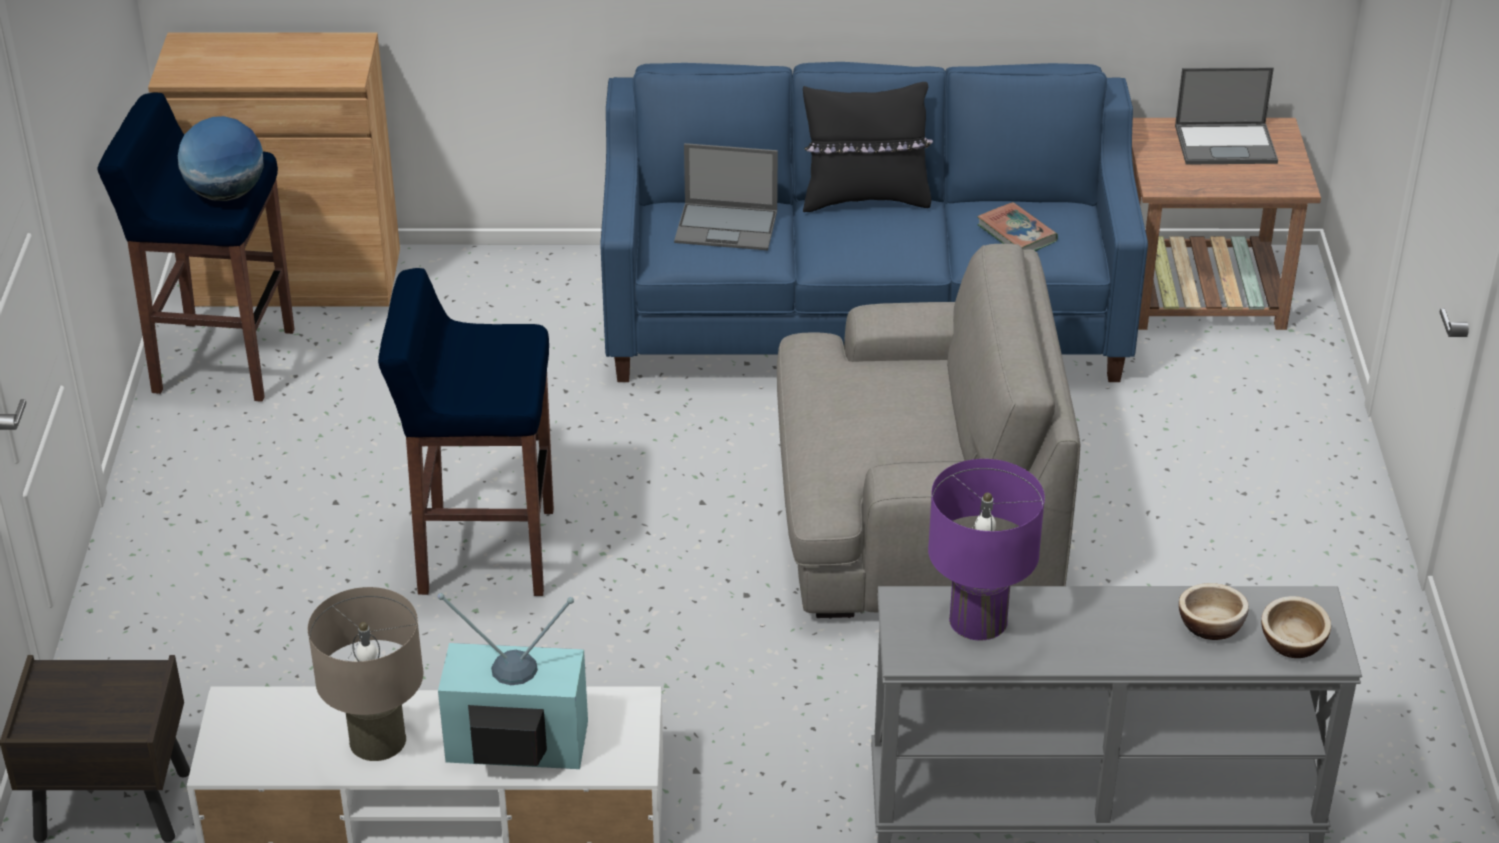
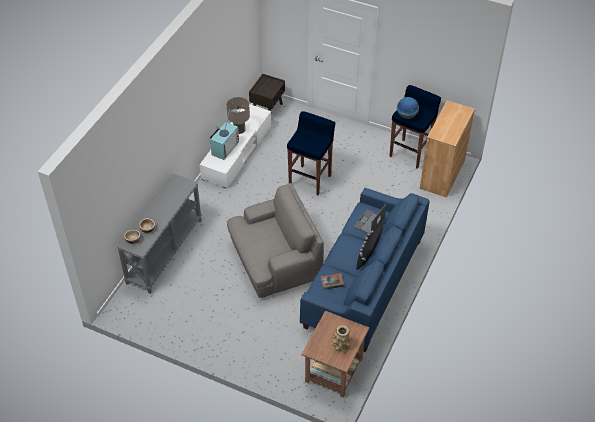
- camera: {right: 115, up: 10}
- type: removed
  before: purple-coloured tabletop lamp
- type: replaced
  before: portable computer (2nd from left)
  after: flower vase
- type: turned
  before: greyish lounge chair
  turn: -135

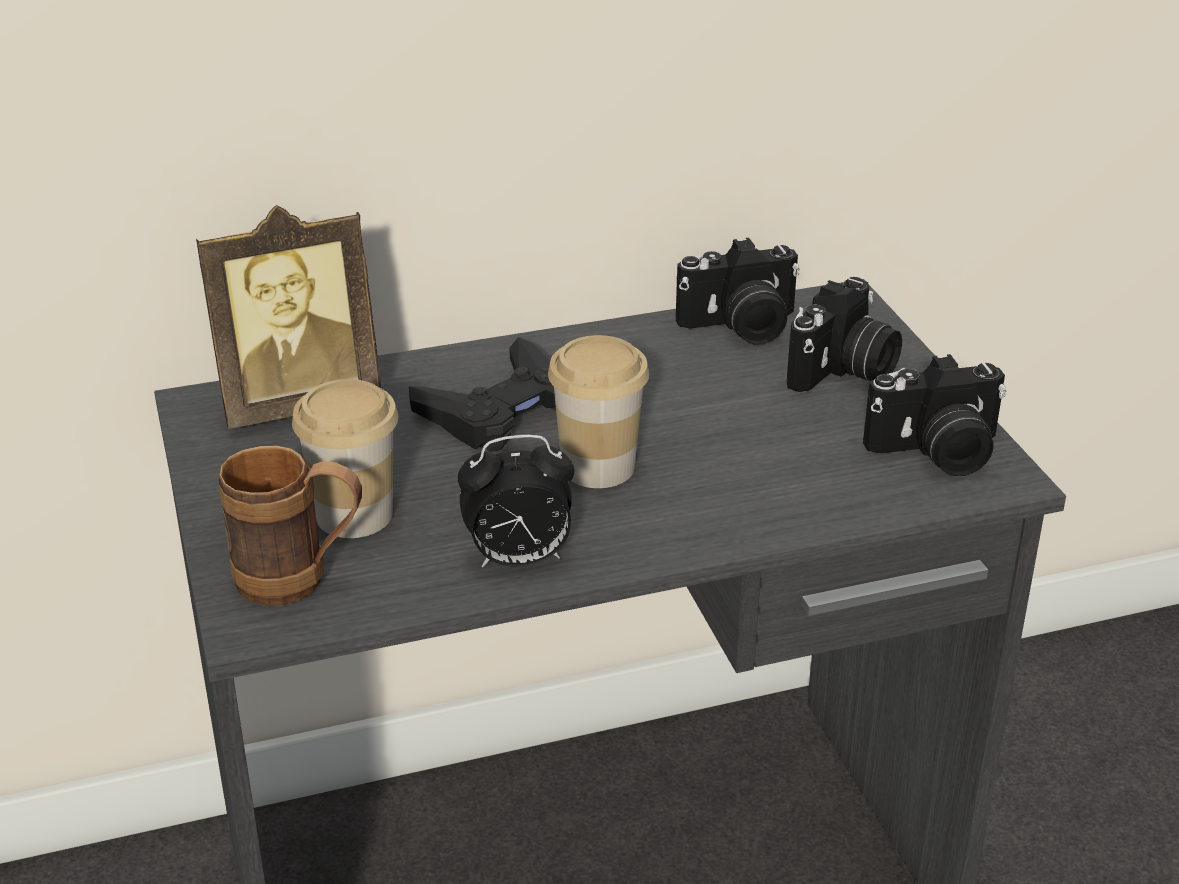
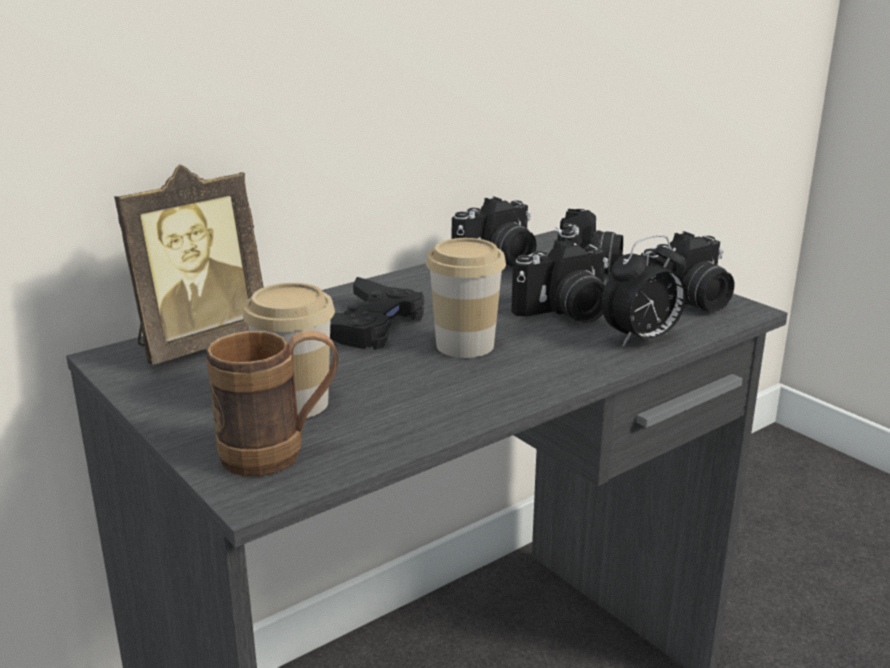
- camera: {right: -20, up: -10}
- type: added
  after: photo camera (2nd from left)
- type: moved
  before: bedside clock

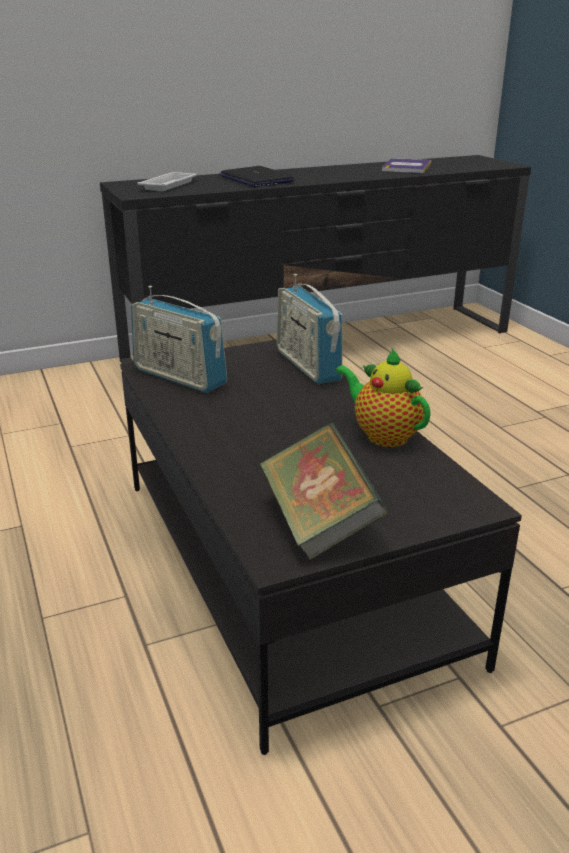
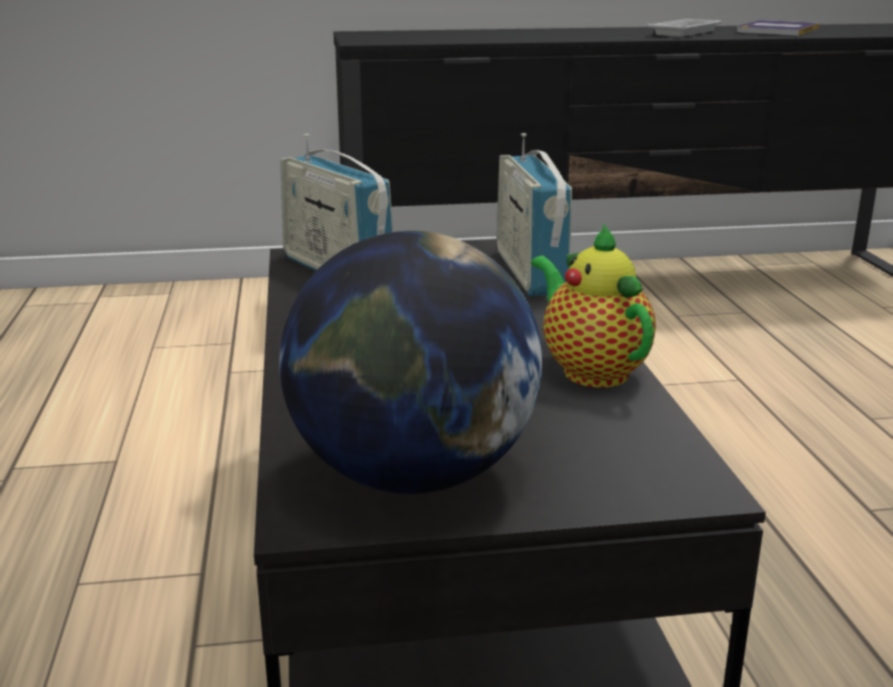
- camera: {right: 15, up: -5}
- type: removed
  before: portable computer
- type: moved
  before: white-coloured tray
- type: replaced
  before: book (1st from left)
  after: world globe

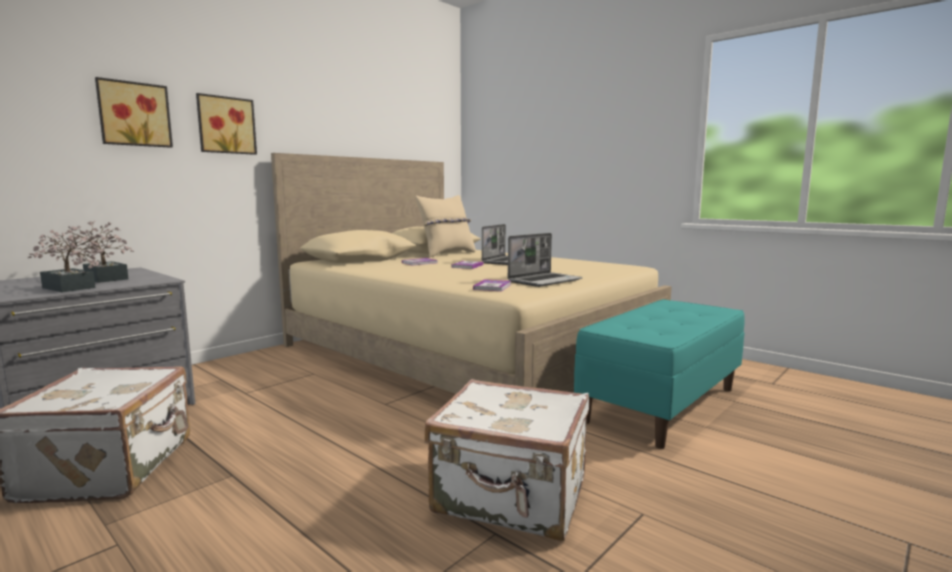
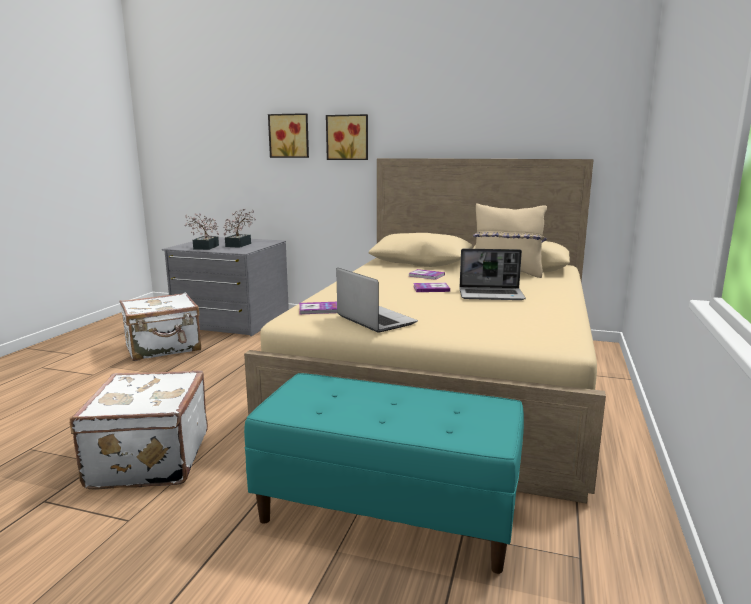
- camera: {right: 65, up: 5}
- type: turned
  before: portable computer (2nd from left in the first image)
  turn: -150

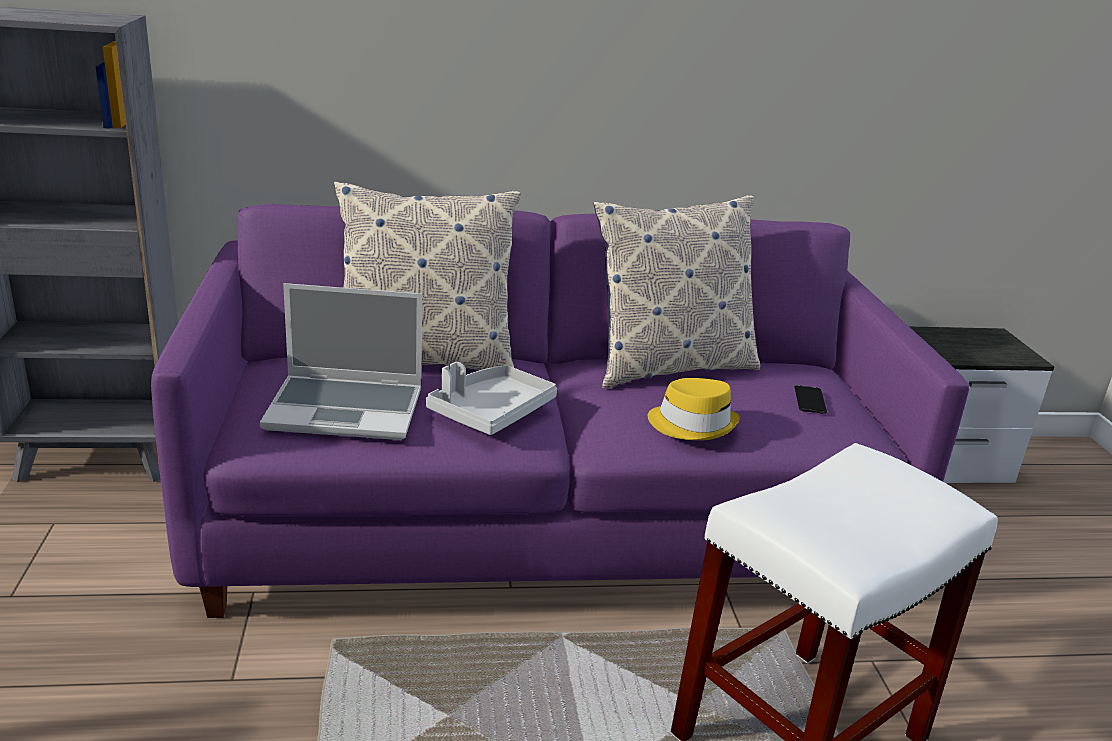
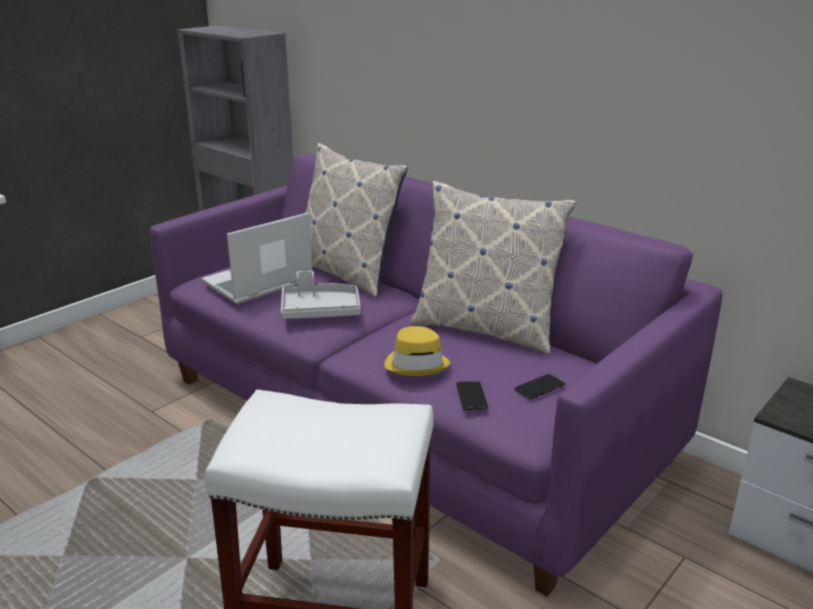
- camera: {right: 50, up: 0}
- type: added
  after: phone (1st from left)
- type: turned
  before: portable computer
  turn: 90

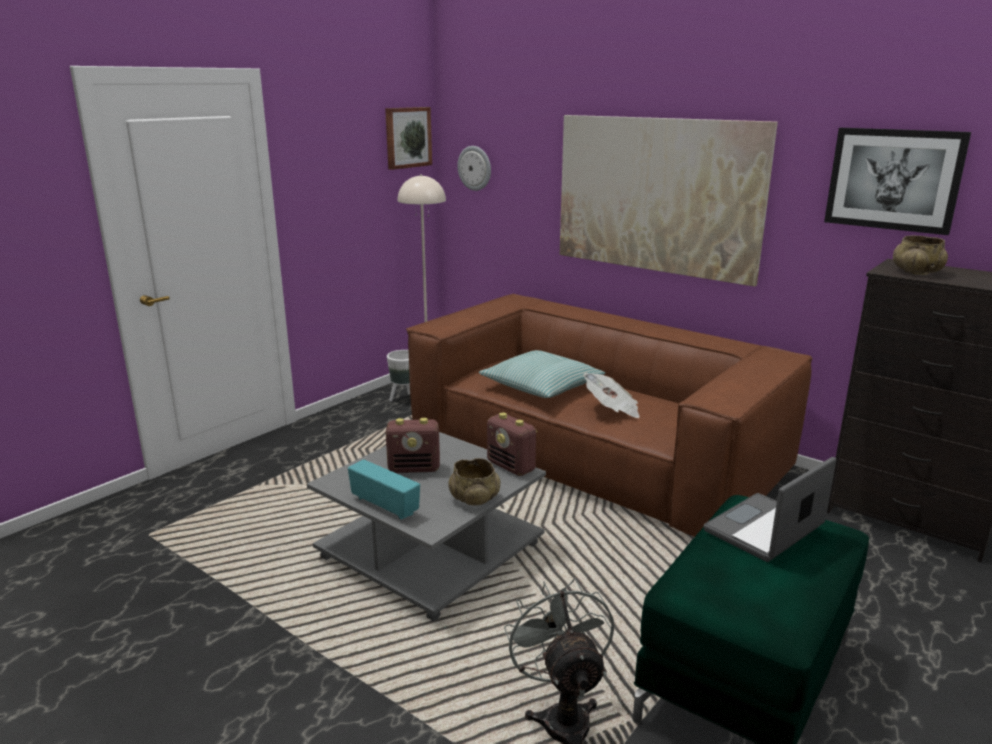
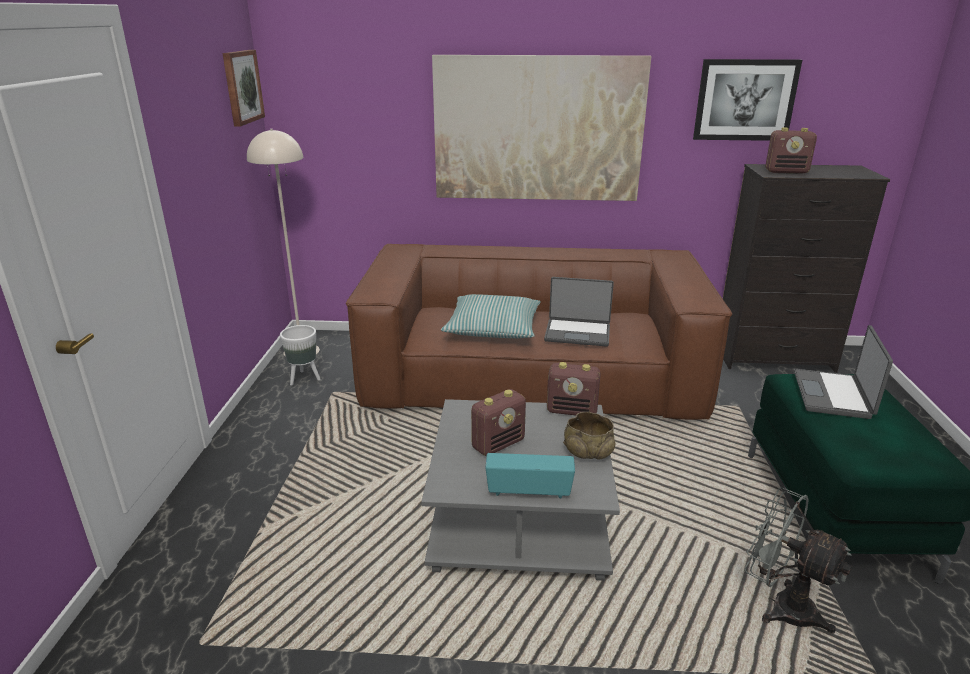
- camera: {right: -35, up: 5}
- type: removed
  before: wall clock
- type: replaced
  before: printed paper
  after: portable computer (1st from left)
- type: replaced
  before: sand-coloured bowl (2nd from left)
  after: radio (4th from left)

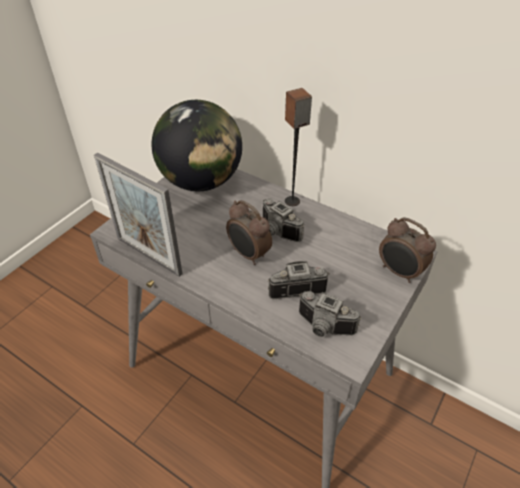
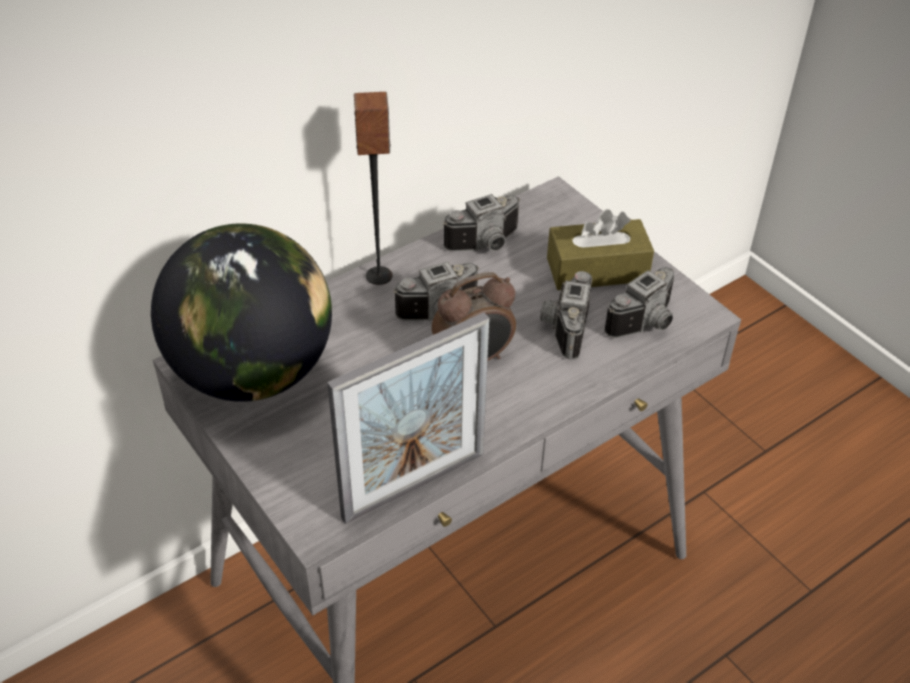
- camera: {right: -70, up: 0}
- type: removed
  before: bedside clock (2nd from left)
- type: added
  after: photo camera (2nd from left)
- type: added
  after: brown-coloured box of tissues

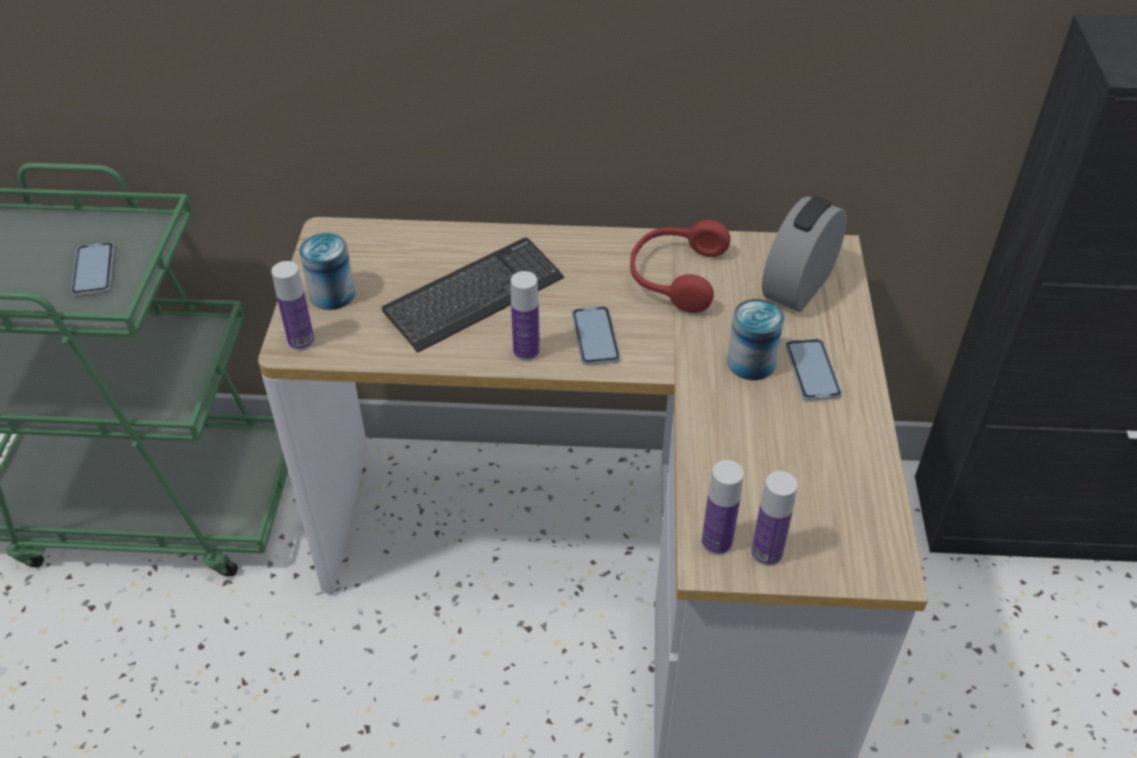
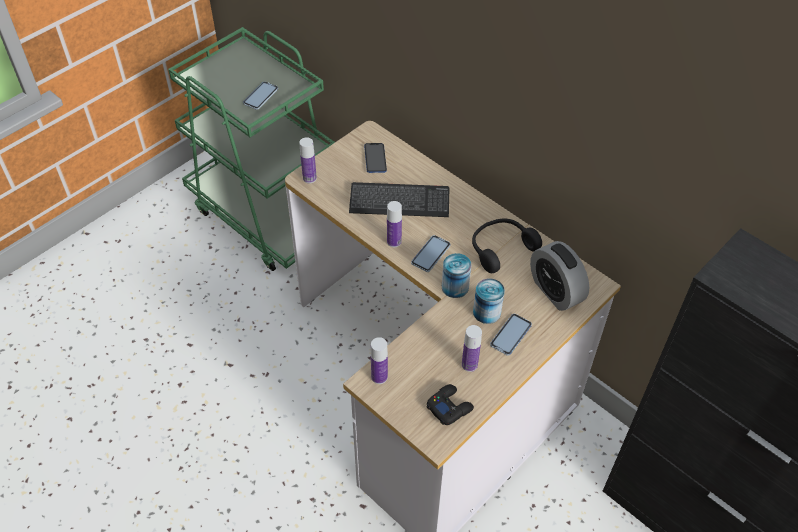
- camera: {right: 40, up: 5}
- type: added
  after: phone (2nd from left)
- type: added
  after: black-coloured joypad
- type: moved
  before: sealed can (1st from left)
- type: moved
  before: bottle (4th from left)
- type: recoloured
  before: reddish headphones
  after: black-coloured headphones
- type: turned
  before: bedside clock
  turn: -105

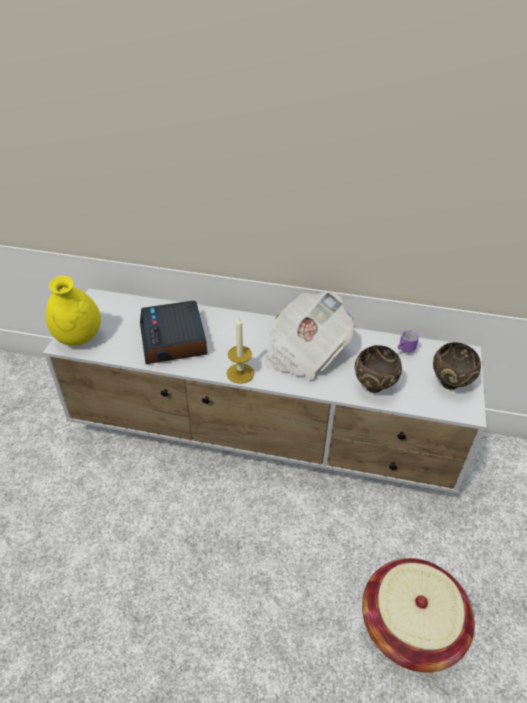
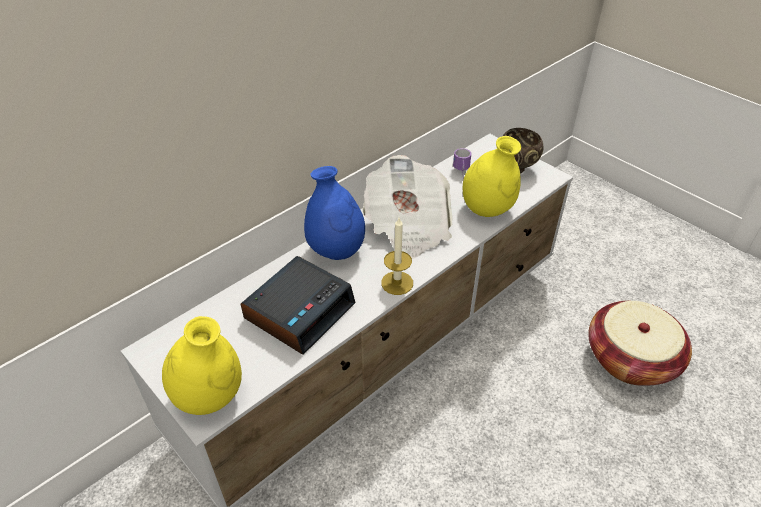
- camera: {right: -55, up: 0}
- type: added
  after: blue-coloured flower vase
- type: replaced
  before: brown-coloured bowl (1st from left)
  after: yellow-coloured flower vase (2nd from left)
- type: turned
  before: bedside clock
  turn: -75

